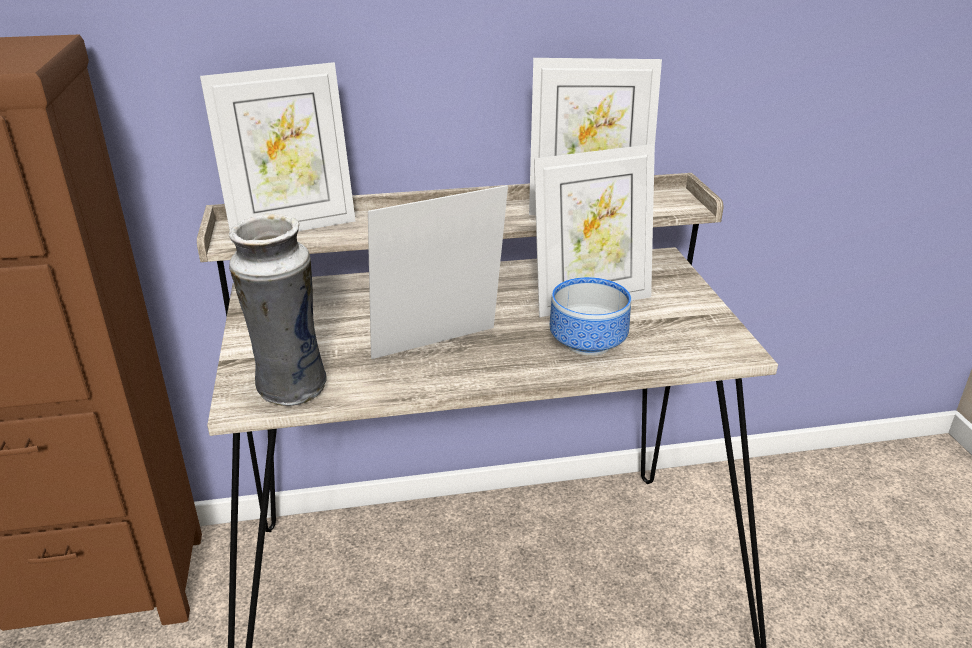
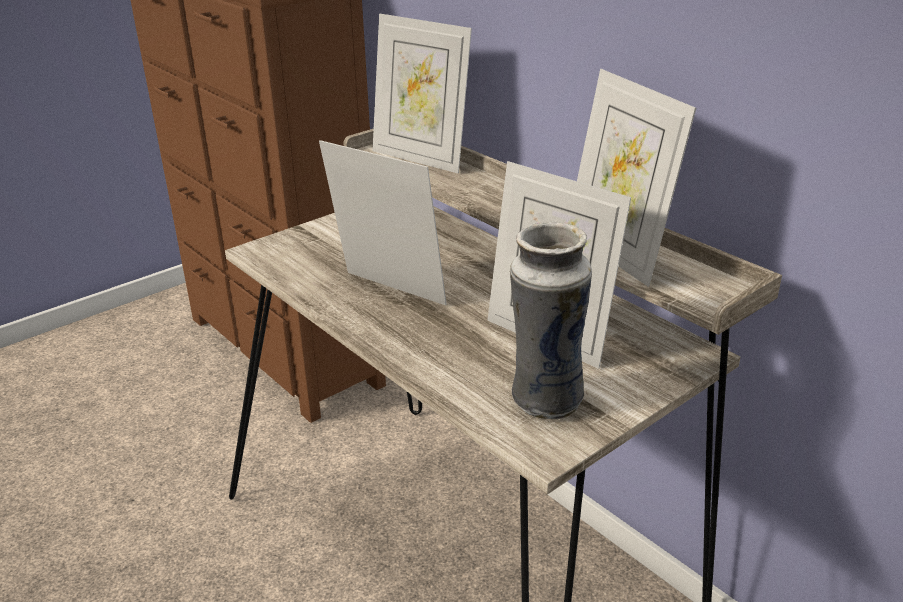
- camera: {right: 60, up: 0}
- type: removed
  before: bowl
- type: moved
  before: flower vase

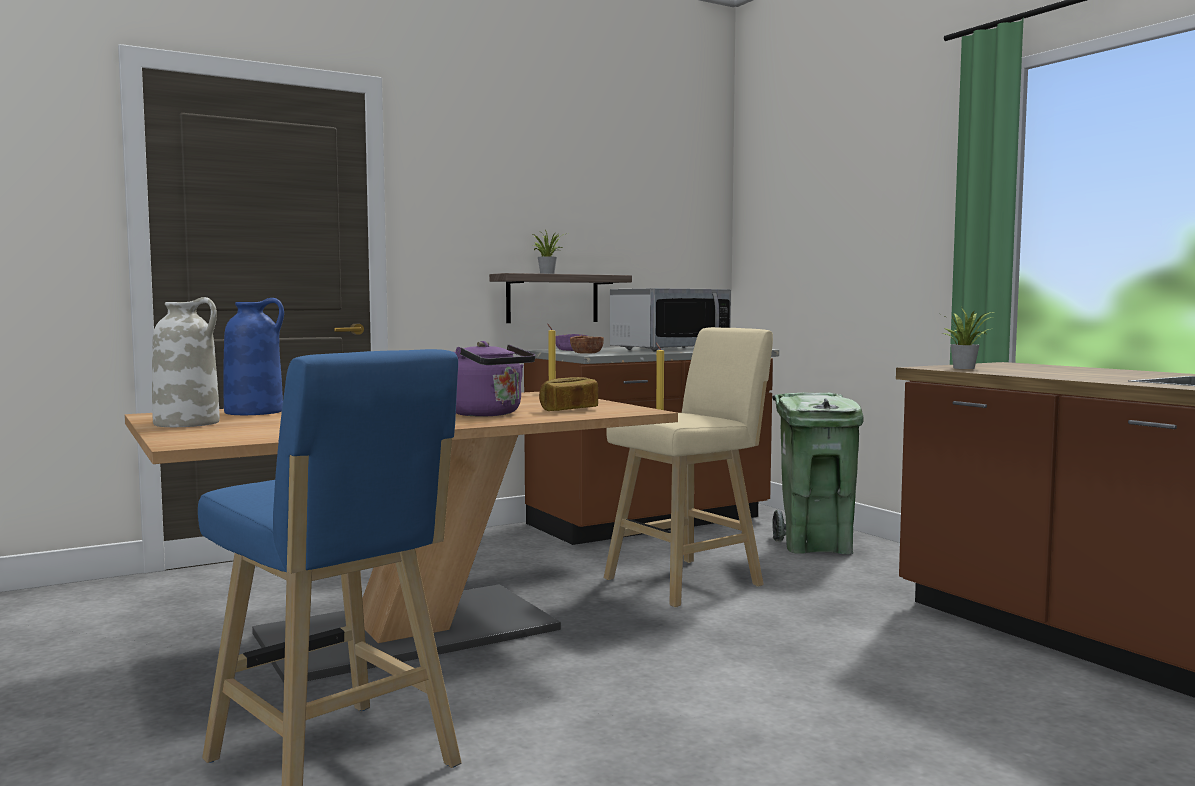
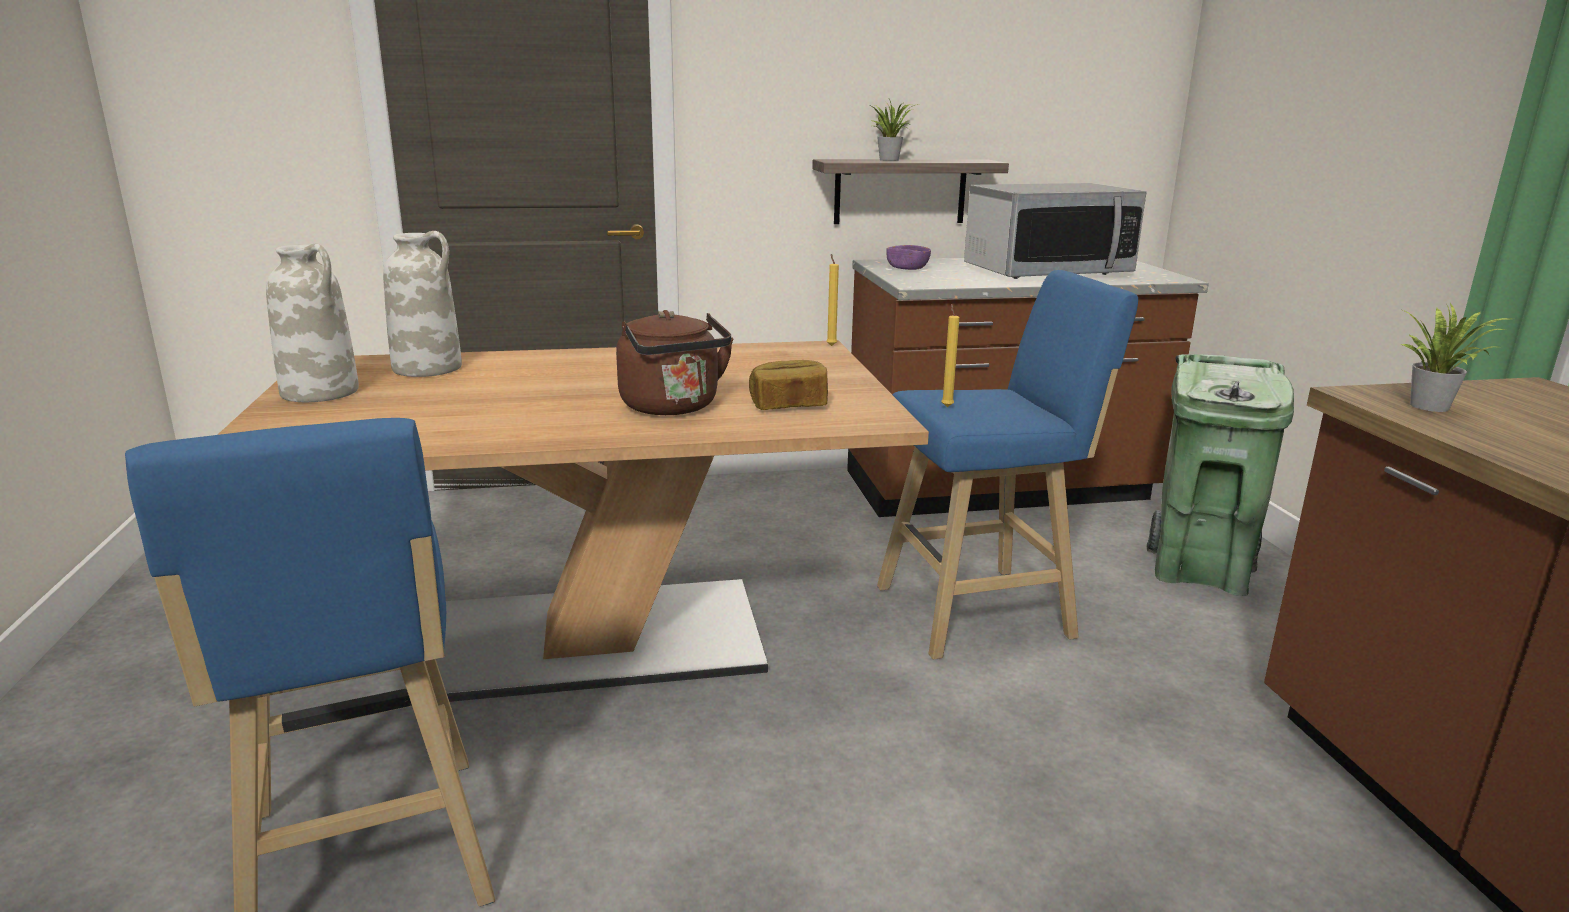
- camera: {right: 20, up: 15}
- type: removed
  before: brown-coloured bowl
- type: recoloured
  before: blue-coloured flower vase
  after: white-coloured flower vase (2nd from left)
- type: recoloured
  before: purple-coloured water kettle
  after: brown-coloured water kettle
- type: recoloured
  before: sand-coloured stool
  after: blue-coloured stool (2nd from left)

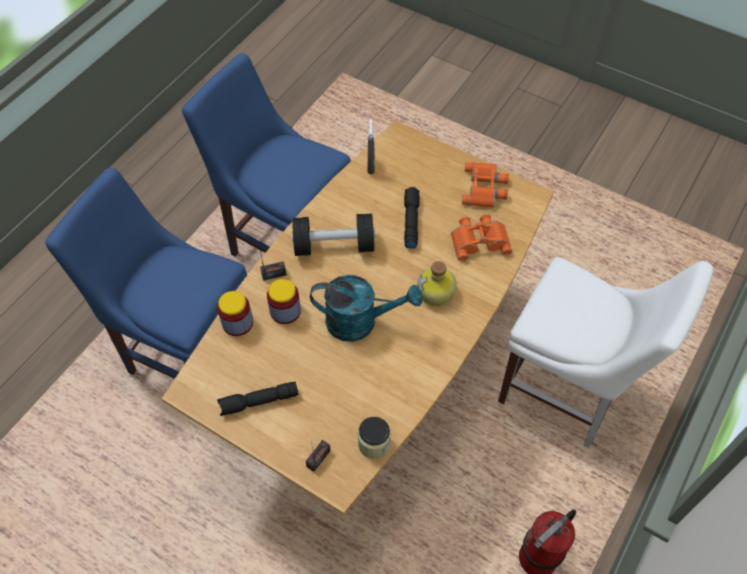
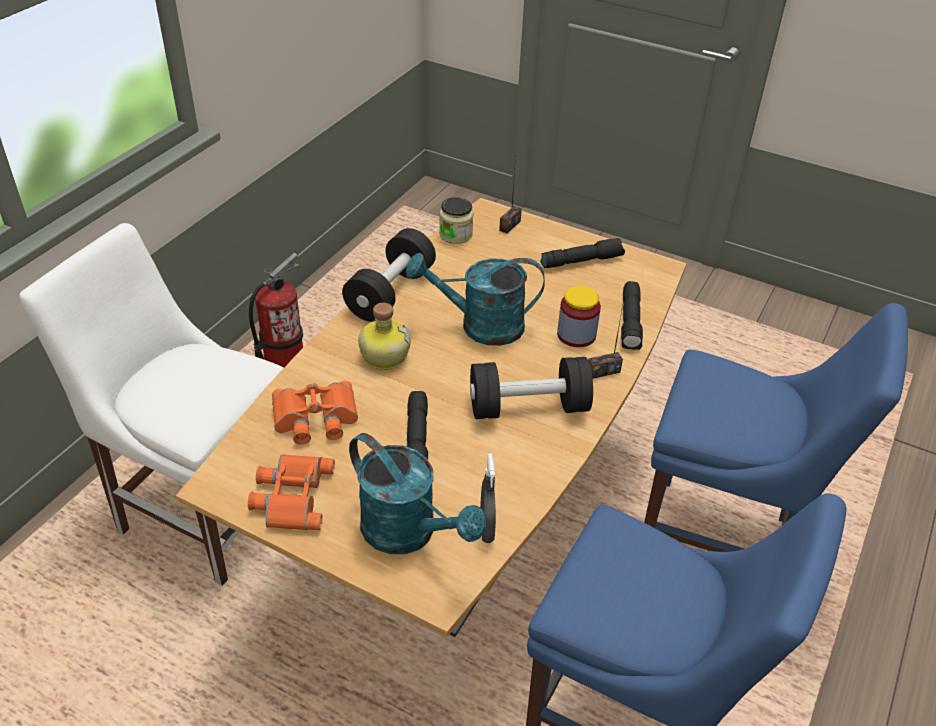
- camera: {right: 175, up: -15}
- type: added
  after: black-coloured dumbbell (1st from left)
- type: added
  after: turquoise-coloured watering pot (1st from left)
- type: replaced
  before: storage jar (1st from left)
  after: black-coloured flashlight (3rd from left)

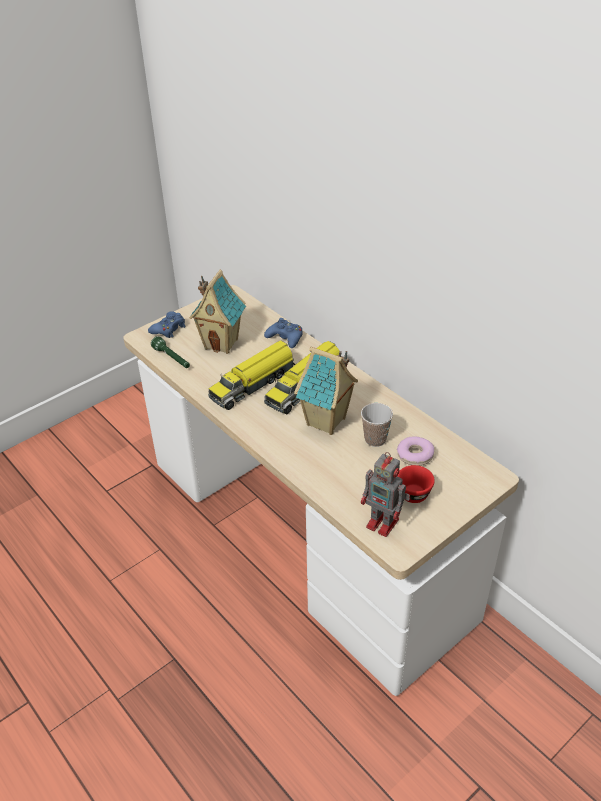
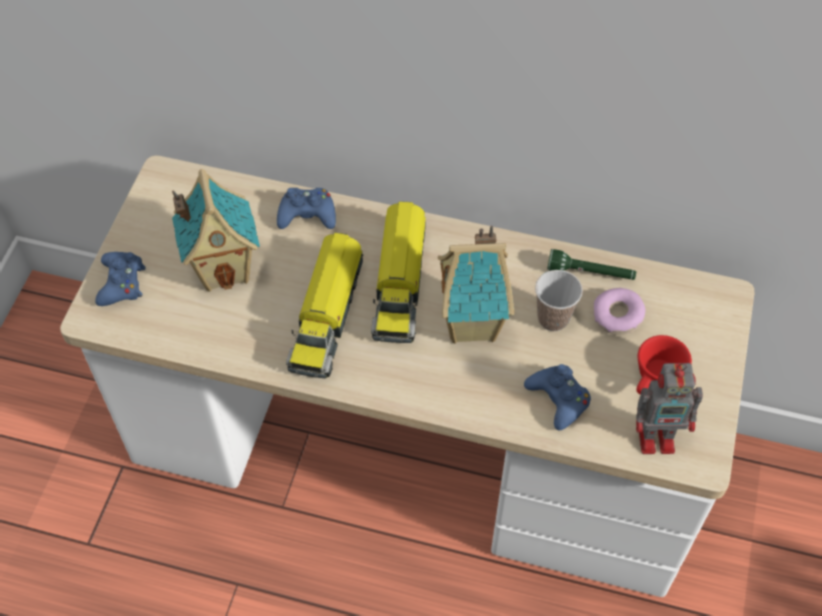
- camera: {right: -35, up: 15}
- type: added
  after: blue-coloured joypad (3rd from left)
- type: moved
  before: green flashlight

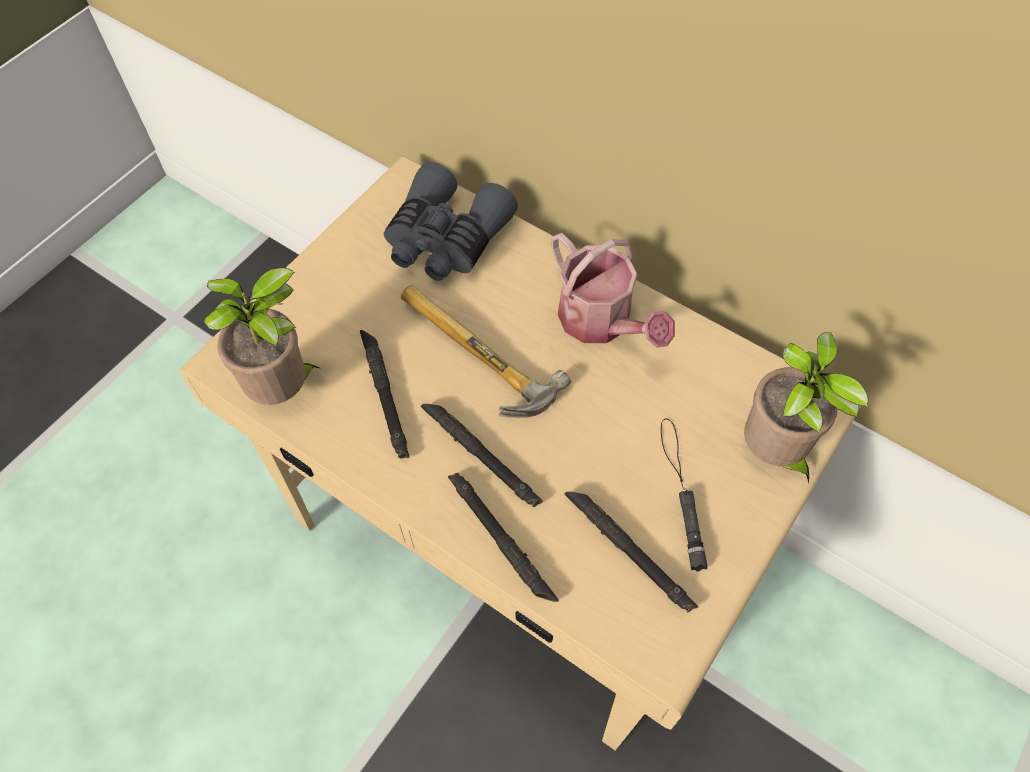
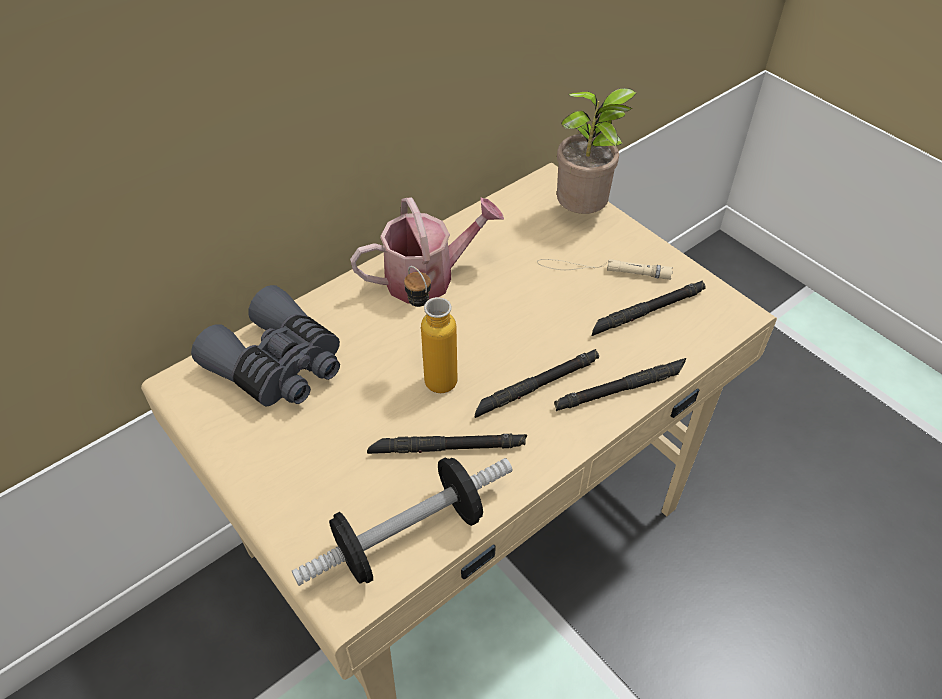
- camera: {right: -75, up: -10}
- type: replaced
  before: plant in a pot (1st from left)
  after: dumbbell
- type: replaced
  before: hand hammer
  after: bottle
- type: recoloured
  before: black-coloured flashlight (5th from left)
  after: sand-coloured flashlight

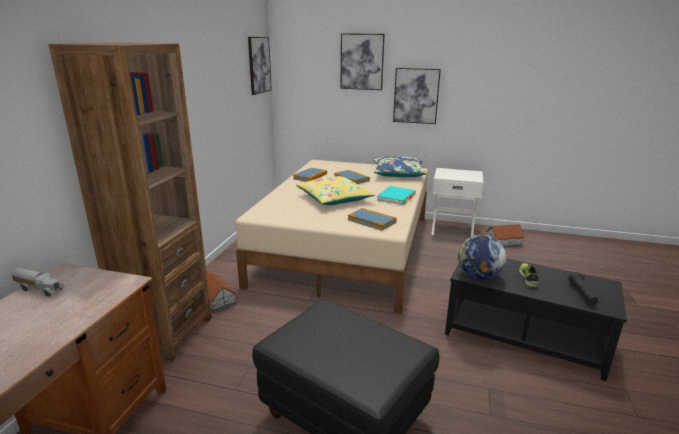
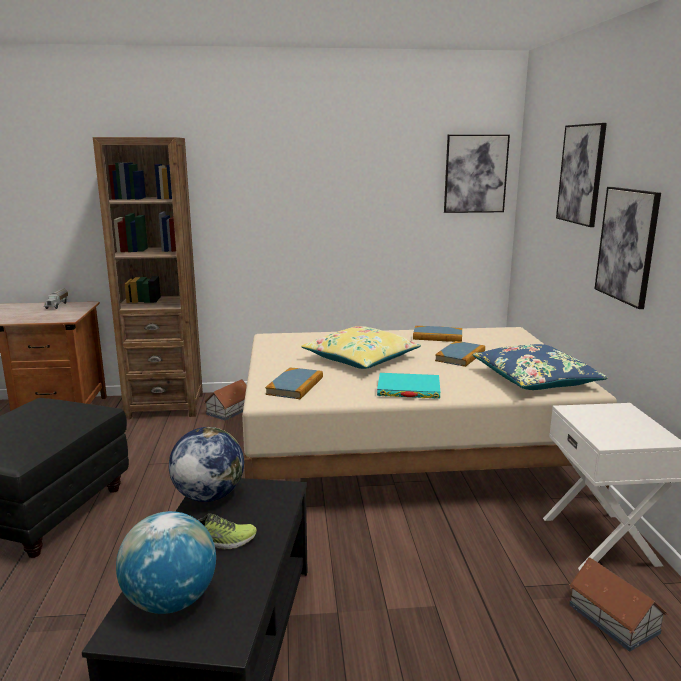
- camera: {right: 70, up: -5}
- type: replaced
  before: black-coloured flashlight
  after: world globe (1st from left)

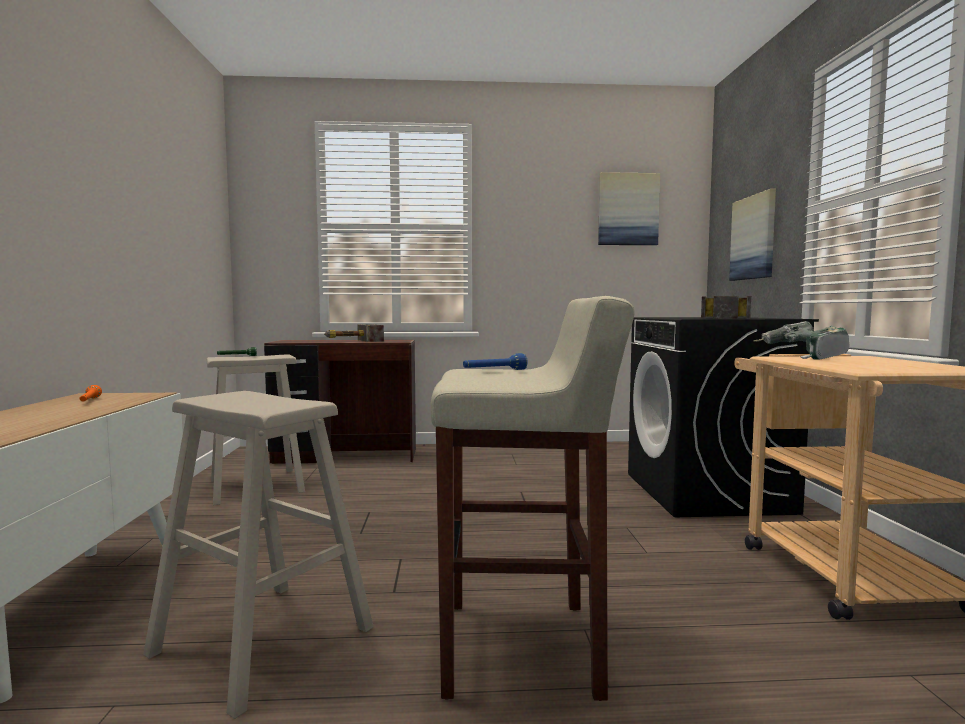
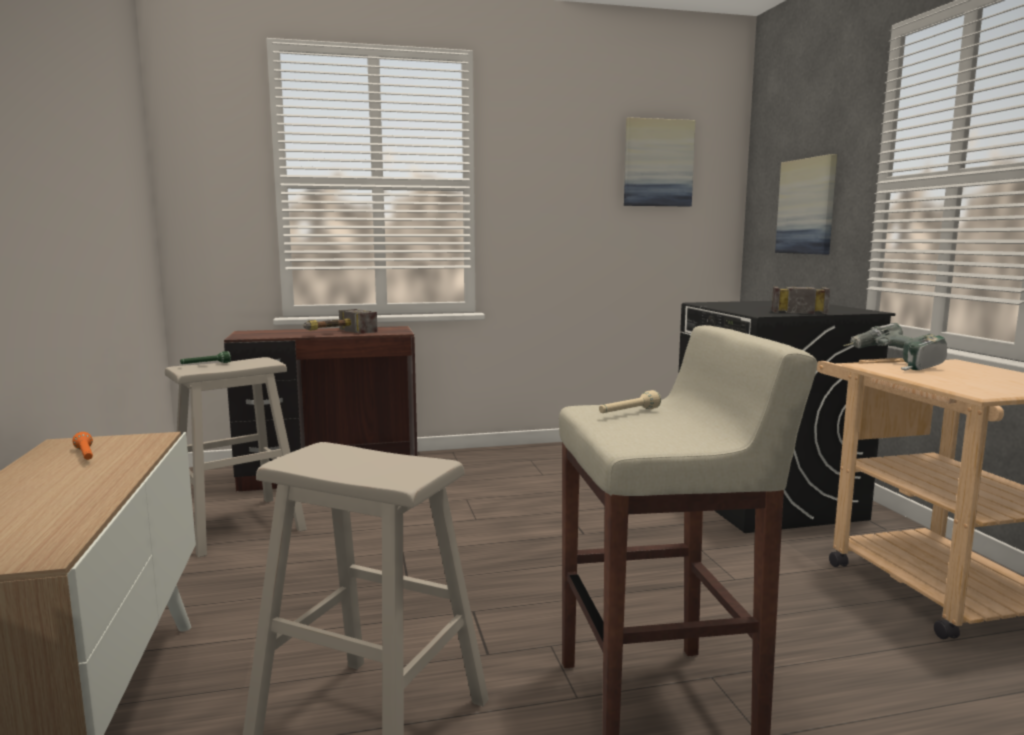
- camera: {right: -10, up: 5}
- type: recoloured
  before: blue-coloured flashlight
  after: sand-coloured flashlight

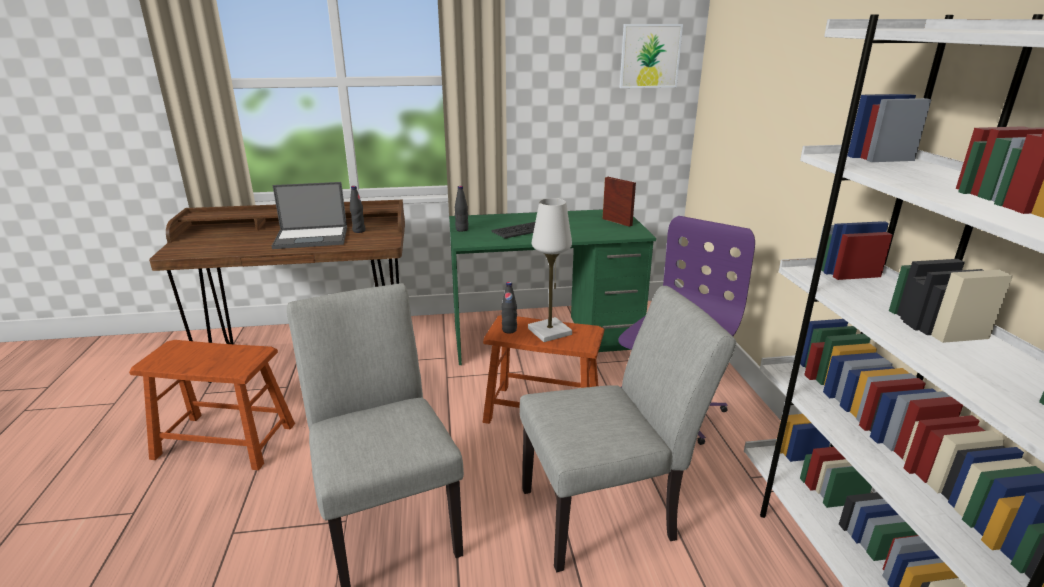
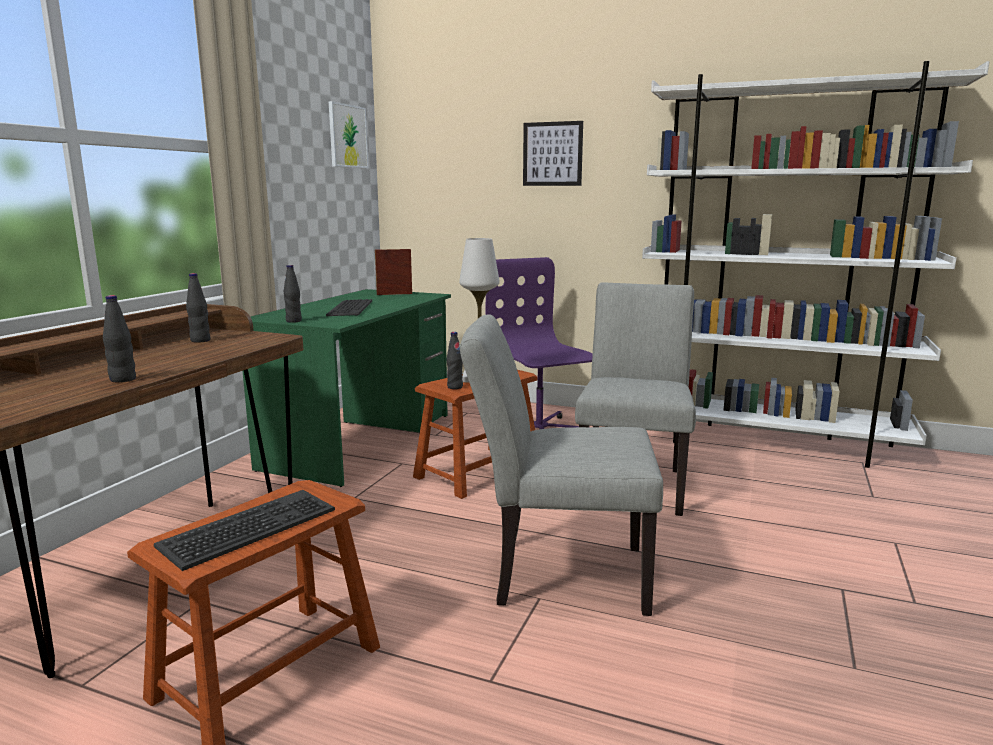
- camera: {right: -60, up: -10}
- type: removed
  before: portable computer
- type: added
  after: black-coloured bottle (1st from left)
- type: added
  after: PC keyboard (1st from left)
- type: added
  after: wall picture (2nd from left)

